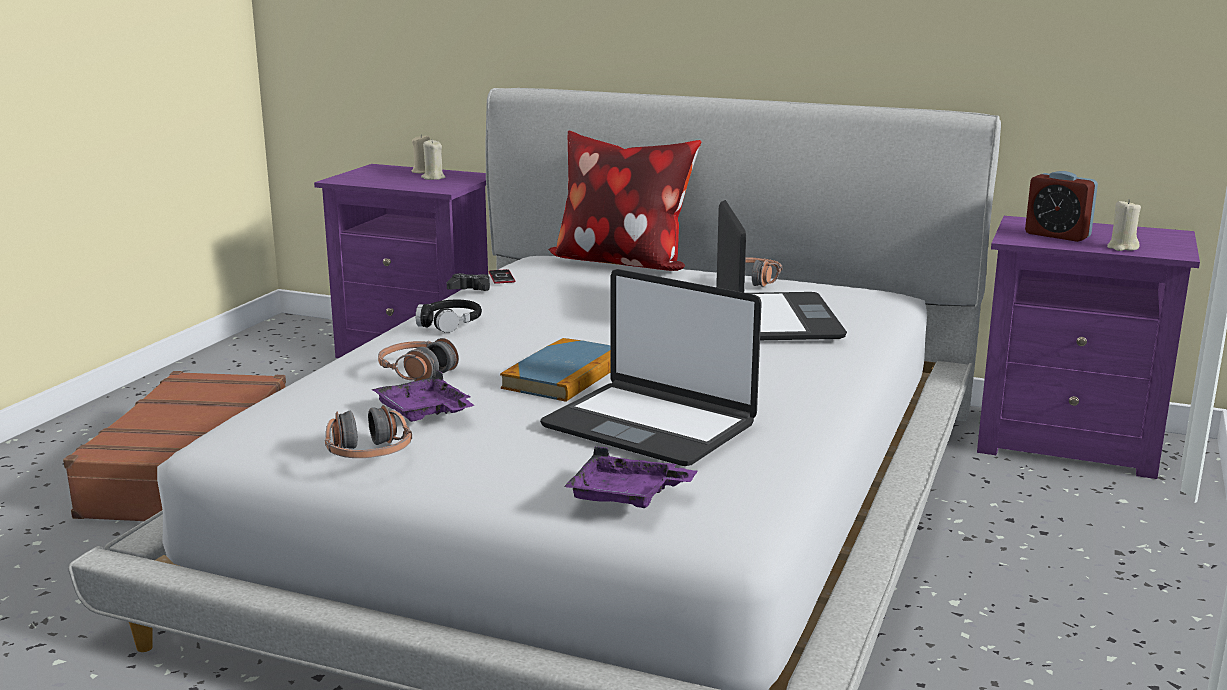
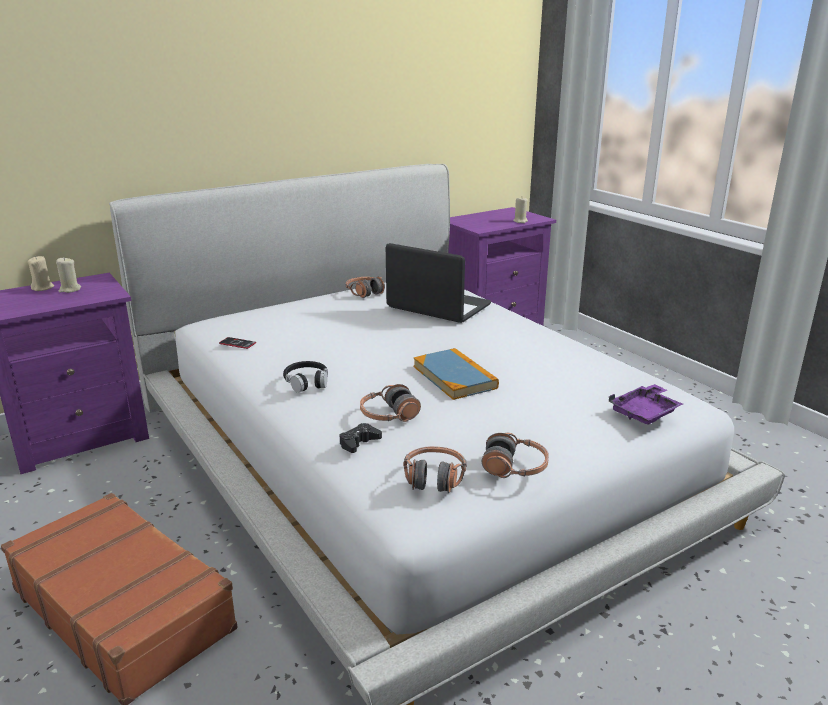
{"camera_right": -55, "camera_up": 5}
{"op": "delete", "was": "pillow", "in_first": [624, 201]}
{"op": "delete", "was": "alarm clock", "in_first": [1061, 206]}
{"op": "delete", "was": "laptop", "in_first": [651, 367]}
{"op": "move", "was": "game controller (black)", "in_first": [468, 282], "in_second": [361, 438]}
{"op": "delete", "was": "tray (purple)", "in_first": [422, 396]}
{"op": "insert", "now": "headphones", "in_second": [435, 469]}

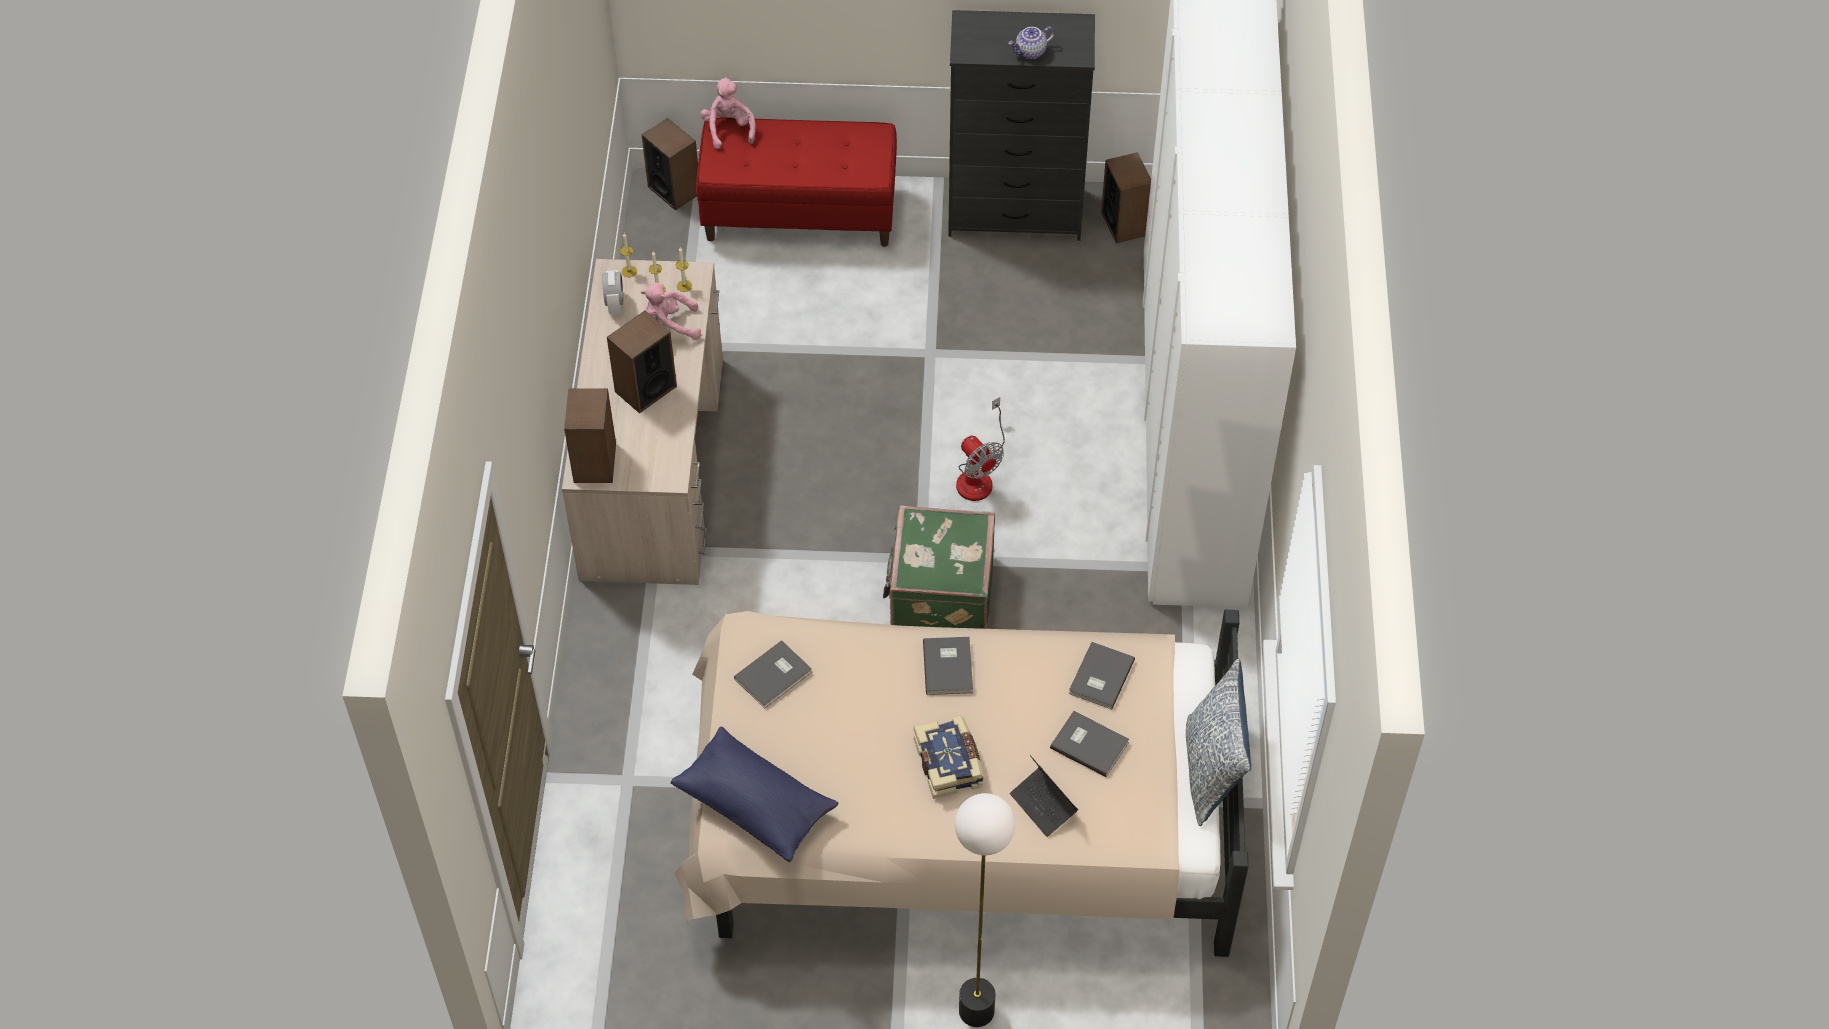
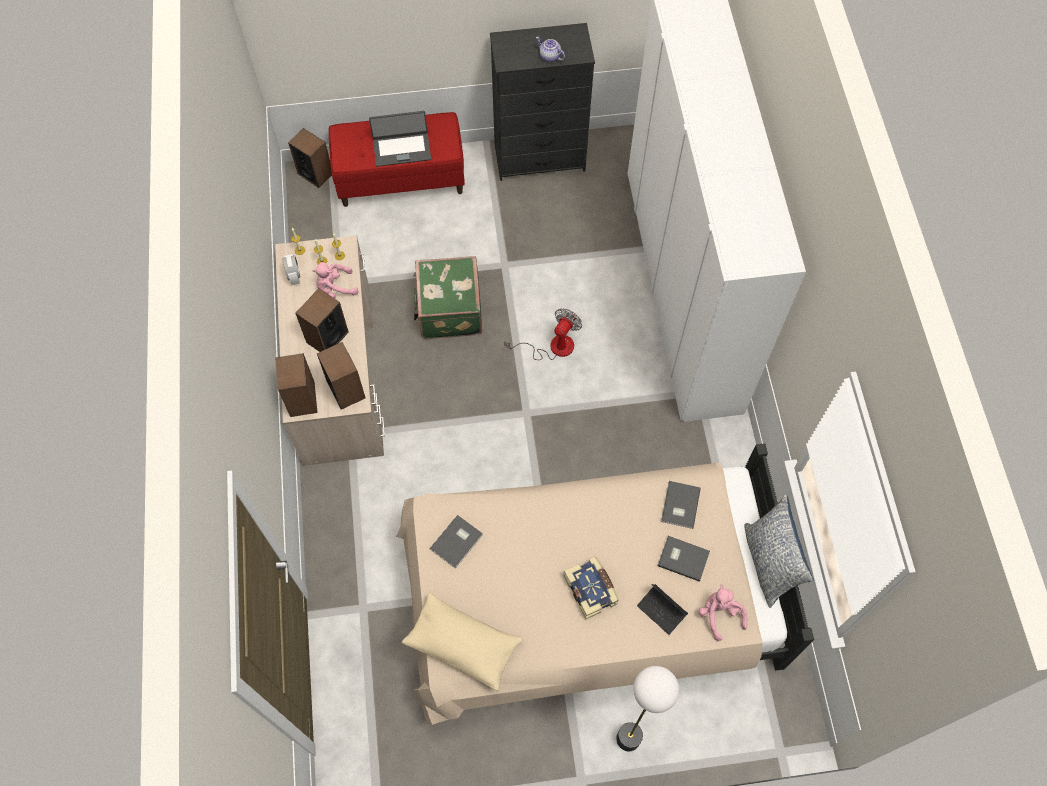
{"camera_right": -10, "camera_up": 10}
{"op": "rotate", "was": "teapot", "in_first": [1031, 42], "in_second": [550, 49], "clockwise": 75}
{"op": "move", "was": "plush toy (pink)", "in_first": [728, 113], "in_second": [722, 613]}
{"op": "move", "was": "speaker", "in_first": [1126, 197], "in_second": [341, 376]}
{"op": "rotate", "was": "fan", "in_first": [980, 449], "in_second": [543, 334], "clockwise": -105}
{"op": "move", "was": "suitcase (green)", "in_first": [939, 567], "in_second": [447, 297]}
{"op": "delete", "was": "book (grey)", "in_first": [948, 666]}
{"op": "recolor", "was": "pillow (blue)", "now": "pillow (beige)", "in_first": [754, 794], "in_second": [462, 641]}
{"op": "insert", "now": "laptop", "in_second": [400, 139]}

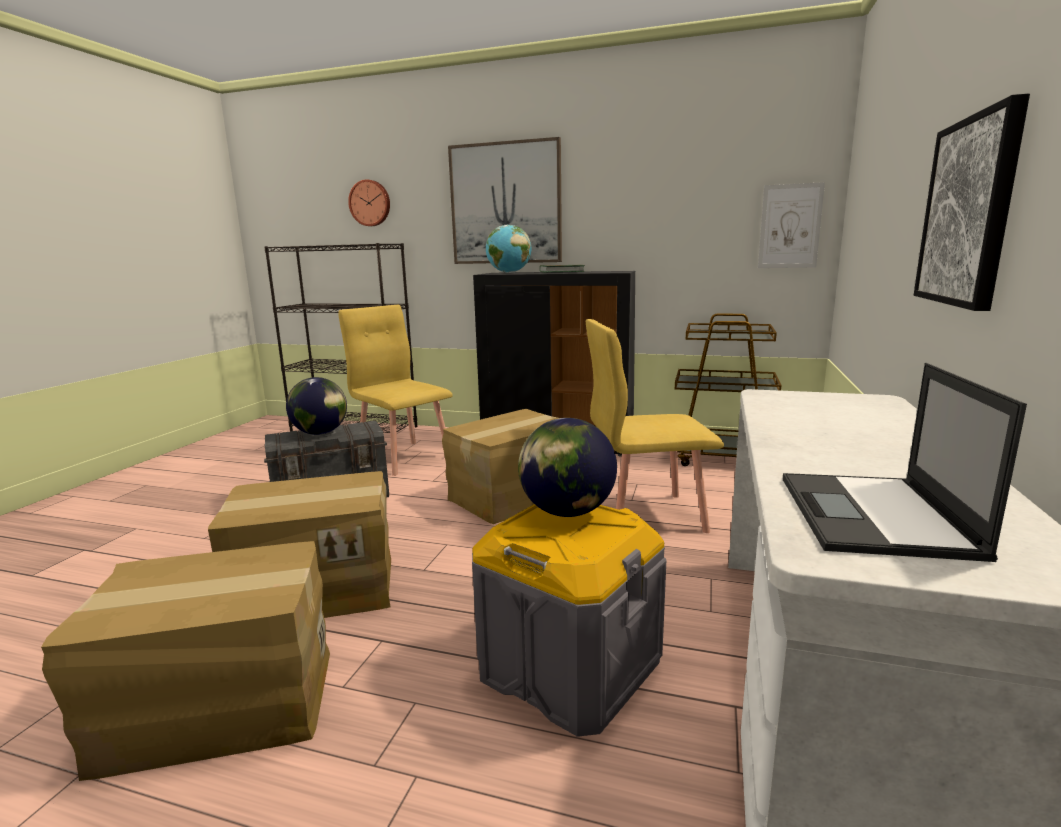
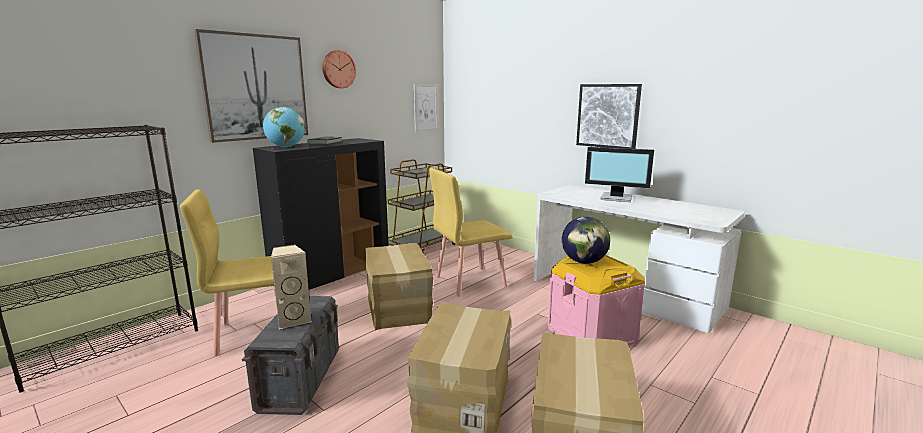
{"camera_right": -65, "camera_up": 0}
{"op": "move", "was": "wall clock", "in_first": [369, 202], "in_second": [339, 69]}
{"op": "rotate", "was": "chair (yellow)", "in_first": [655, 426], "in_second": [471, 232], "clockwise": 45}
{"op": "delete", "was": "laptop", "in_first": [905, 462]}
{"op": "replace", "was": "globe", "now": "speaker (beige)", "in_first": [316, 406], "in_second": [291, 286]}
{"op": "recolor", "was": "storage box (grey)", "now": "storage box (pink)", "in_first": [569, 620], "in_second": [596, 300]}
{"op": "insert", "now": "monitor", "in_second": [619, 174]}

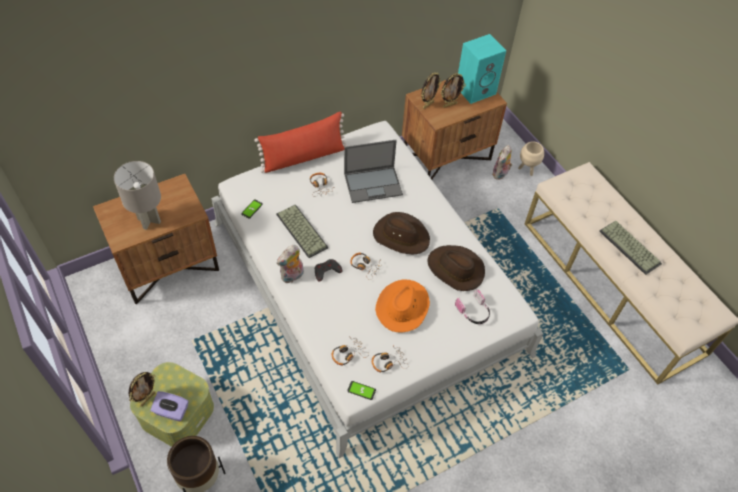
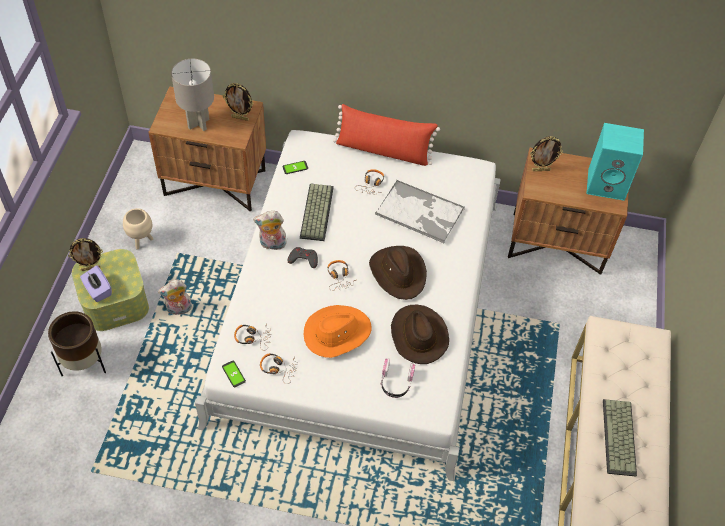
{"camera_right": 40, "camera_up": 0}
{"op": "move", "was": "picture frame", "in_first": [453, 90], "in_second": [238, 102]}
{"op": "replace", "was": "laptop", "now": "tray", "in_first": [373, 171], "in_second": [420, 211]}
{"op": "move", "was": "planter (beige)", "in_first": [531, 158], "in_second": [138, 228]}
{"op": "move", "was": "plush toy", "in_first": [502, 162], "in_second": [175, 297]}

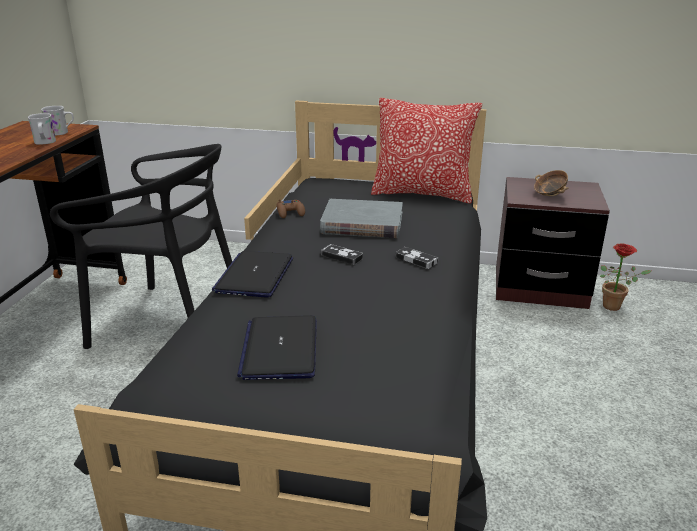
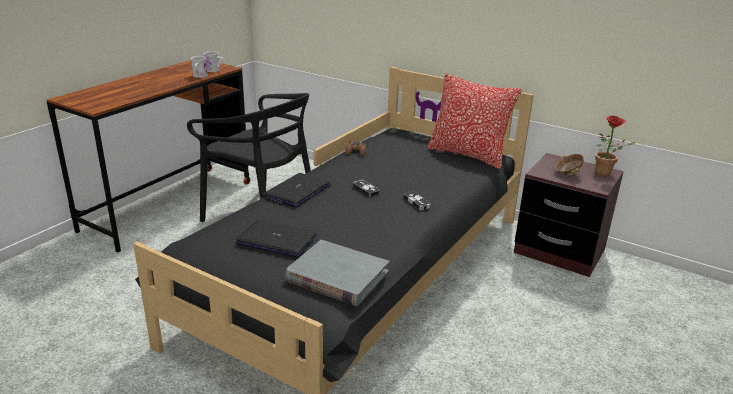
{"camera_right": 20, "camera_up": 0}
{"op": "move", "was": "book (grey)", "in_first": [361, 218], "in_second": [337, 273]}
{"op": "move", "was": "potted plant", "in_first": [625, 277], "in_second": [615, 146]}
{"op": "rotate", "was": "laptop", "in_first": [277, 347], "in_second": [276, 238], "clockwise": 90}

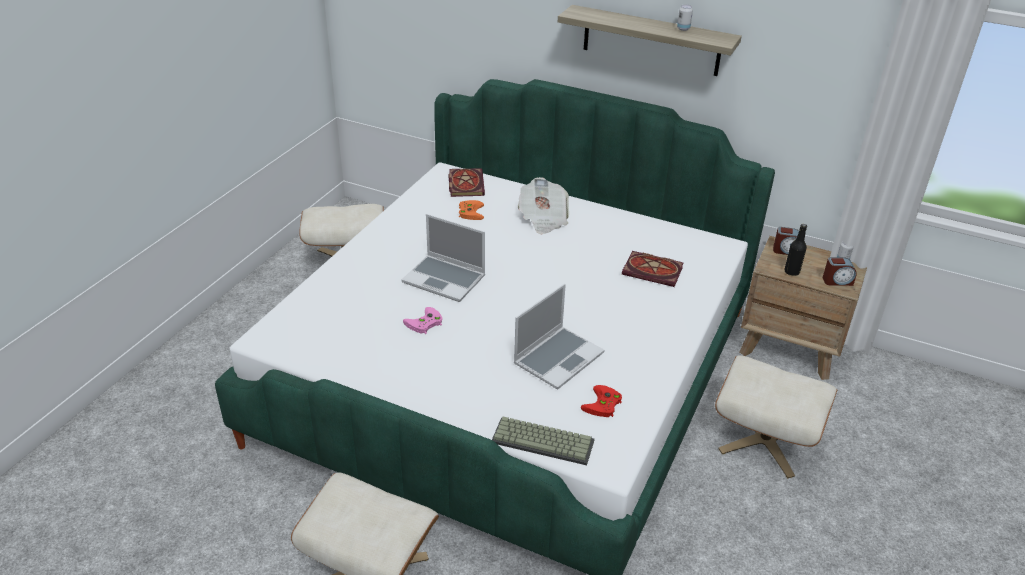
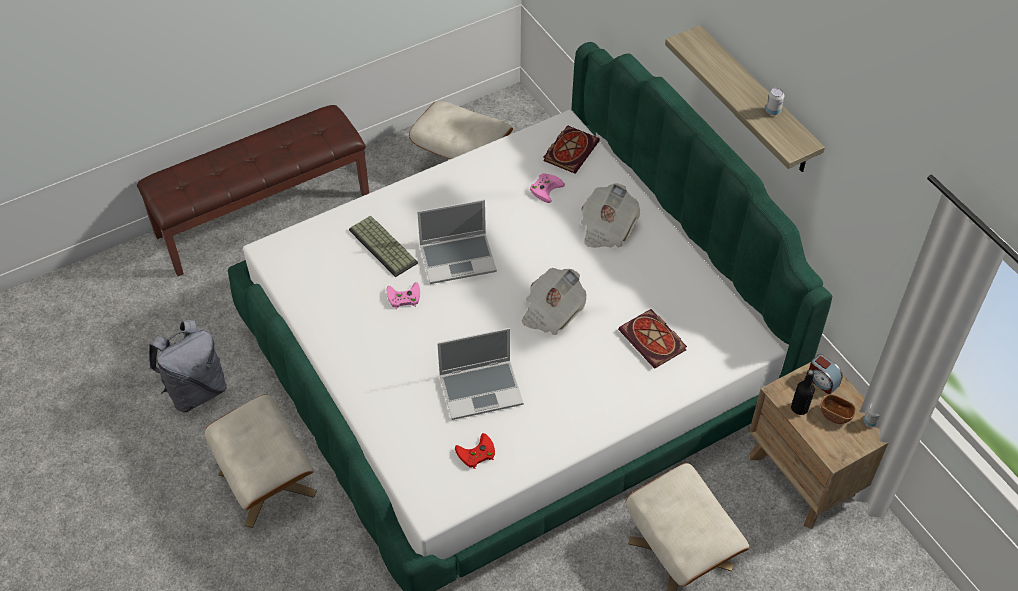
{"camera_right": 35, "camera_up": 15}
{"op": "recolor", "was": "game controller (orange)", "now": "game controller (pink)", "in_first": [471, 210], "in_second": [547, 188]}
{"op": "rotate", "was": "laptop", "in_first": [443, 258], "in_second": [457, 241], "clockwise": -75}
{"op": "delete", "was": "alarm clock", "in_first": [840, 271]}
{"op": "move", "was": "keyboard", "in_first": [543, 441], "in_second": [383, 246]}
{"op": "insert", "now": "bench (brown)", "in_second": [253, 190]}
{"op": "insert", "now": "newspaper", "in_second": [554, 301]}
{"op": "insert", "now": "backpack (grey)", "in_second": [188, 366]}
{"op": "insert", "now": "bowl (brown)", "in_second": [838, 409]}

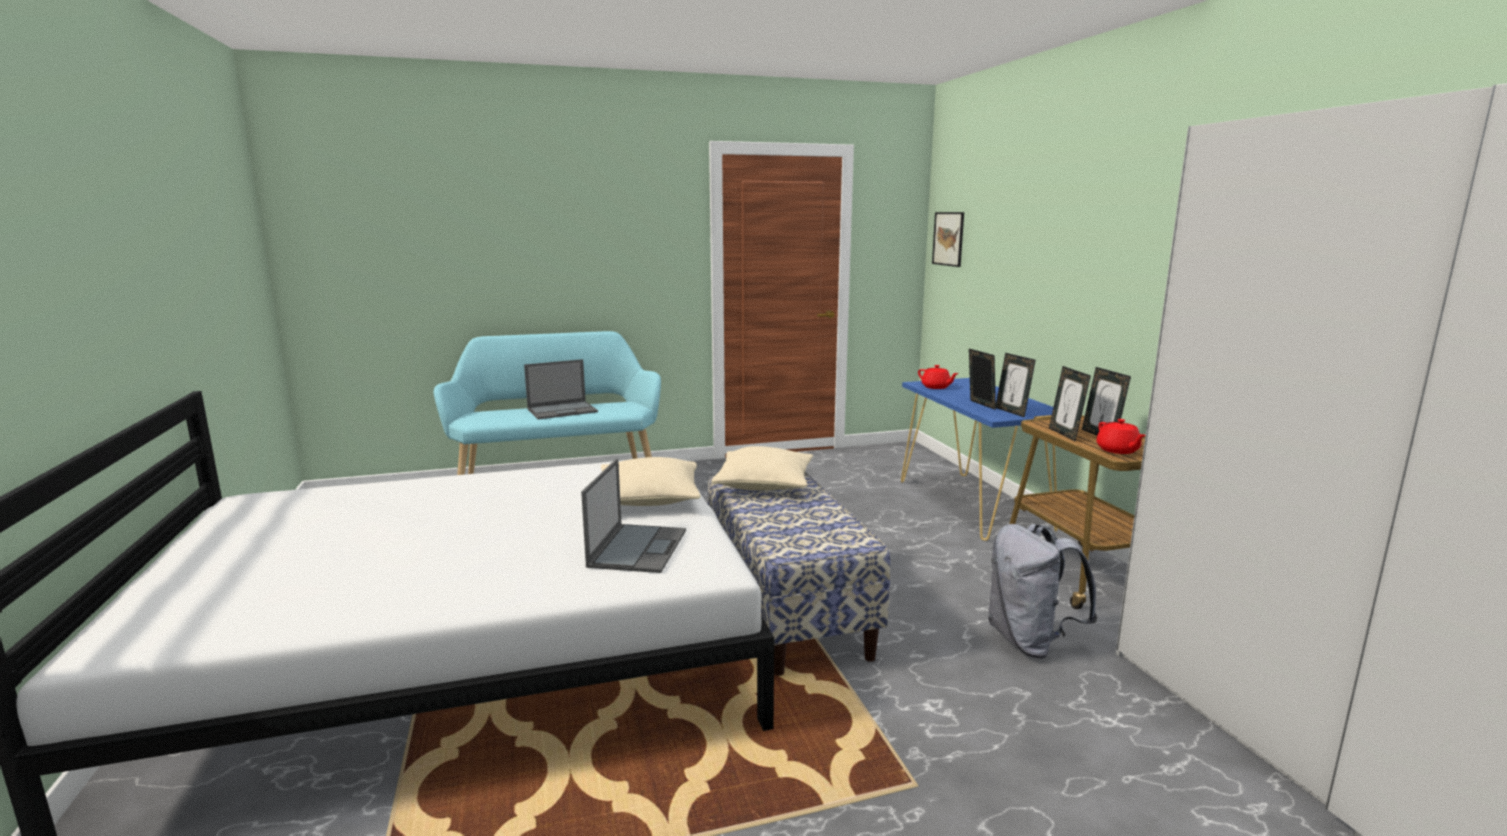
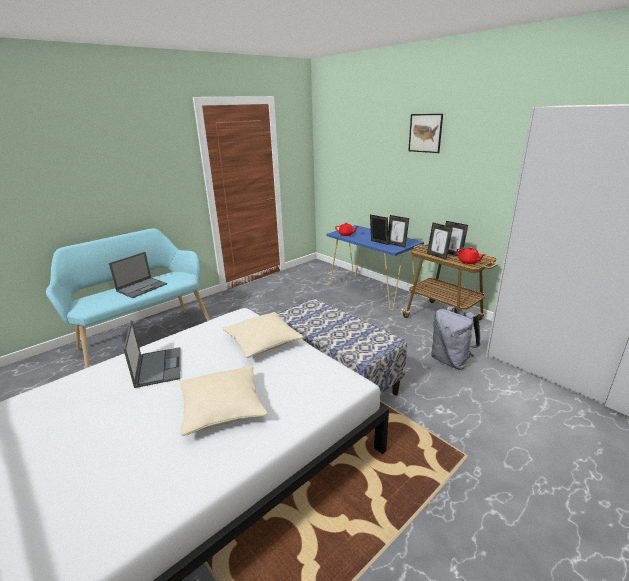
{"camera_right": -25, "camera_up": 10}
{"op": "move", "was": "picture", "in_first": [948, 239], "in_second": [425, 133]}
{"op": "move", "was": "pillow (beige)", "in_first": [762, 468], "in_second": [224, 400]}
{"op": "move", "was": "laptop", "in_first": [633, 516], "in_second": [152, 354]}

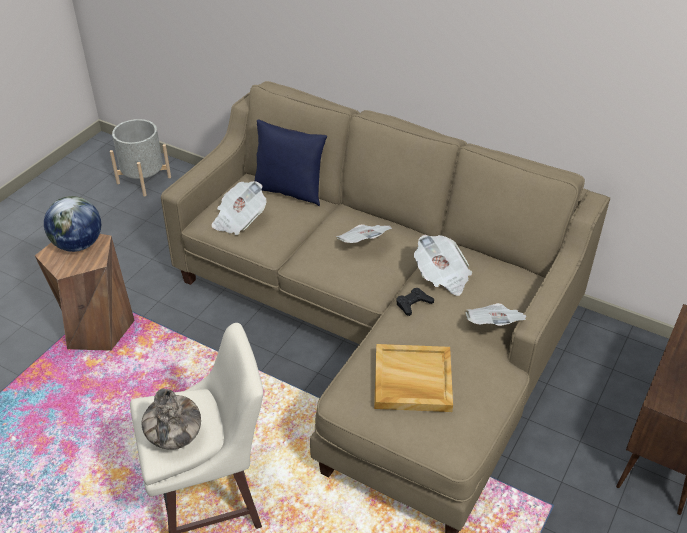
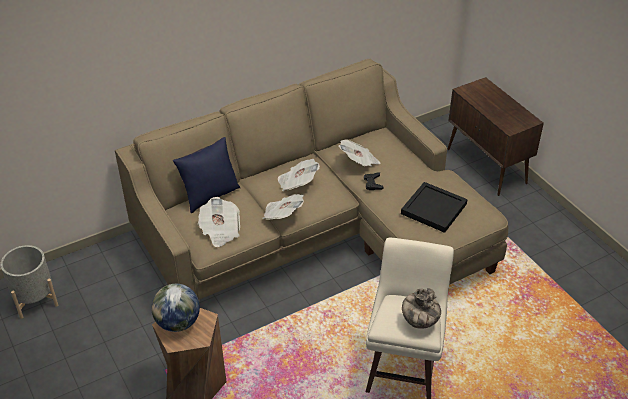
{"camera_right": -60, "camera_up": 0}
{"op": "move", "was": "newspaper", "in_first": [496, 314], "in_second": [283, 207]}
{"op": "recolor", "was": "tray (beige)", "now": "tray (black)", "in_first": [413, 378], "in_second": [434, 207]}

